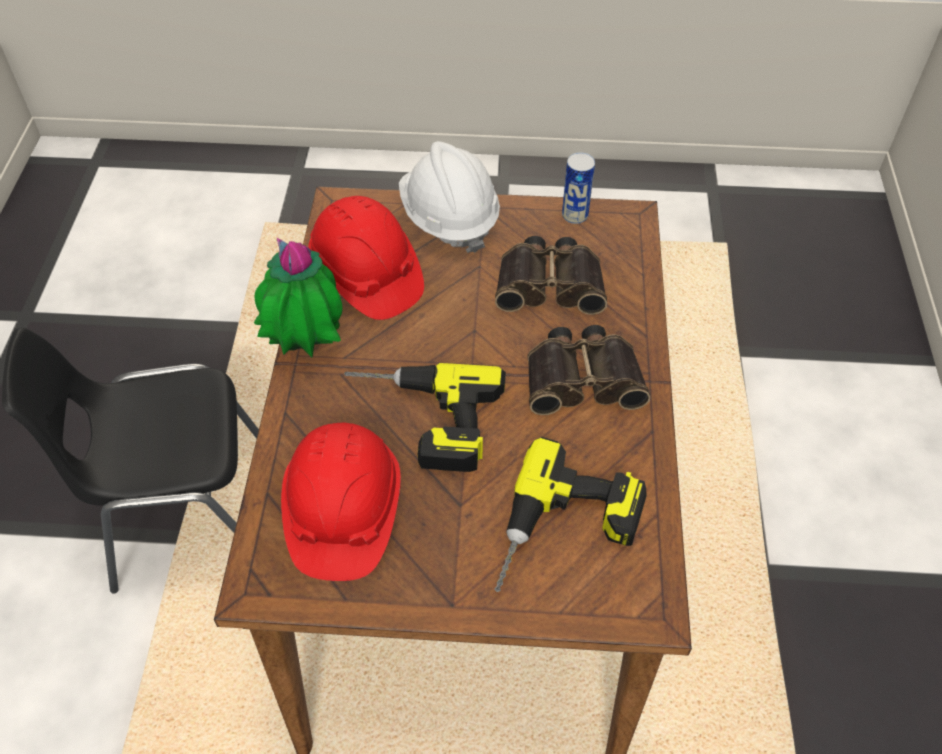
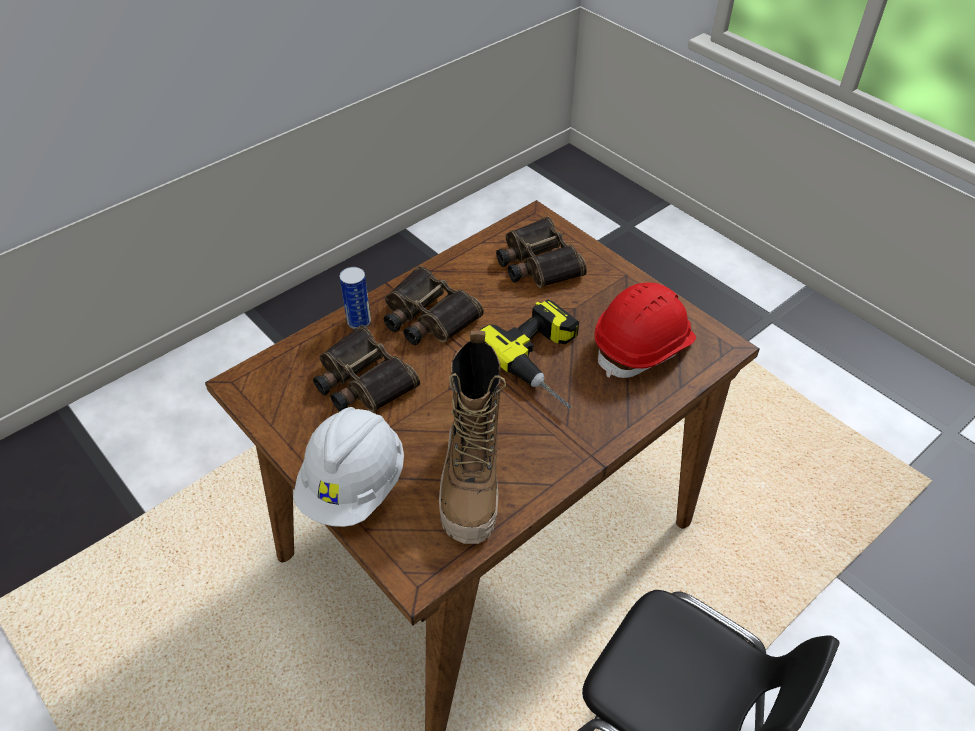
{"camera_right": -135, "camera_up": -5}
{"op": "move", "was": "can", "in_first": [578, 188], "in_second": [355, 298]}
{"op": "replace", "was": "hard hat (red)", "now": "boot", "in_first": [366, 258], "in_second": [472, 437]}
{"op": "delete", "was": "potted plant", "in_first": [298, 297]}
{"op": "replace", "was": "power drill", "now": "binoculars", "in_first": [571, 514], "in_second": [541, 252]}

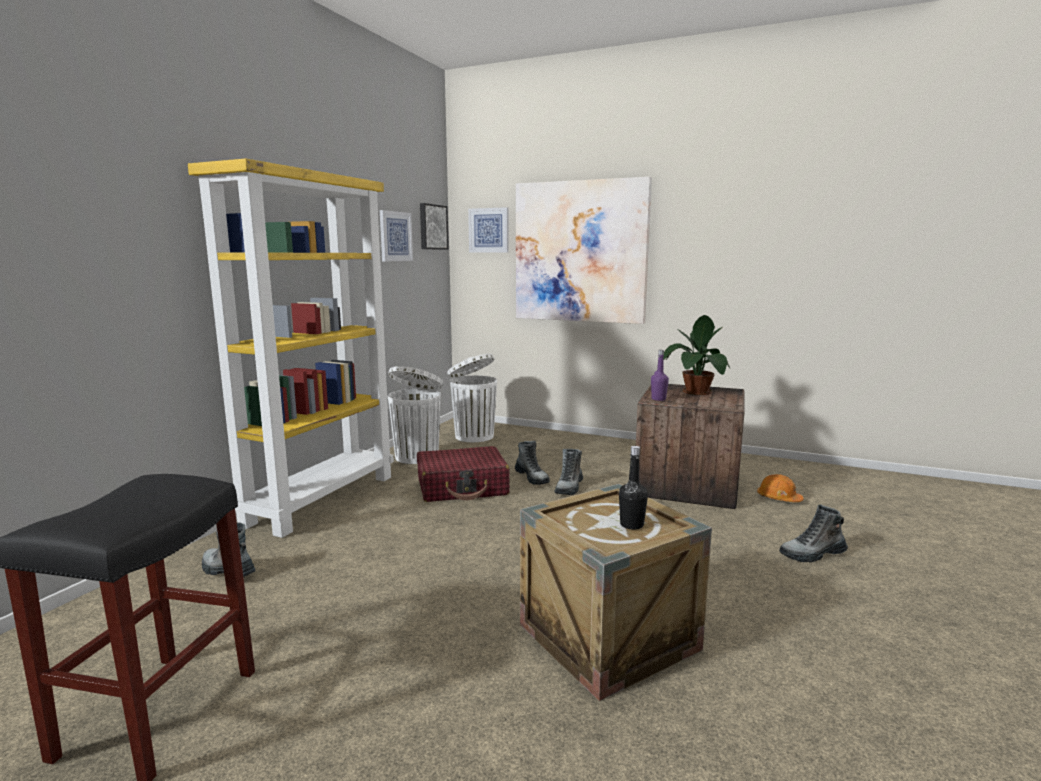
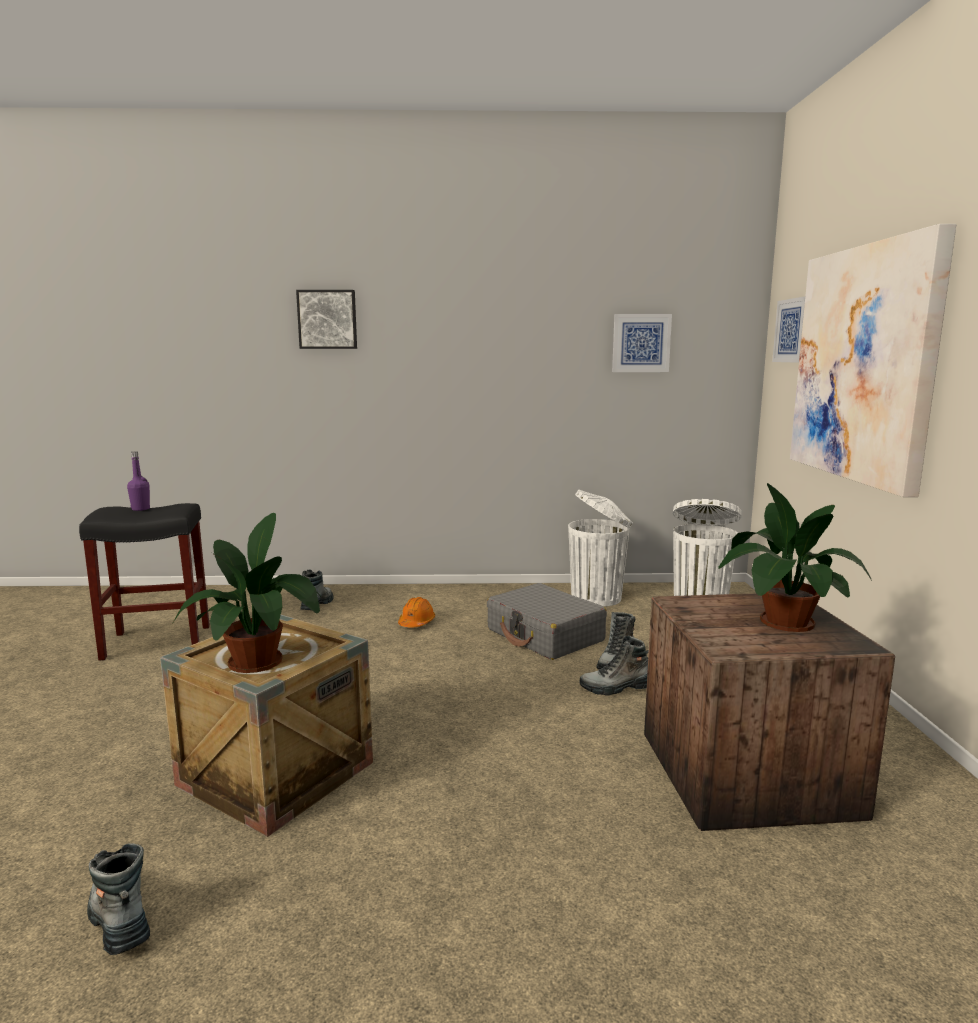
{"camera_right": 65, "camera_up": 0}
{"op": "delete", "was": "bookcase (yellow)", "in_first": [291, 348]}
{"op": "move", "was": "picture", "in_first": [434, 226], "in_second": [326, 319]}
{"op": "move", "was": "bottle (purple)", "in_first": [660, 375], "in_second": [138, 481]}
{"op": "recolor", "was": "suitcase (red)", "now": "suitcase (grey)", "in_first": [463, 474], "in_second": [547, 621]}
{"op": "replace", "was": "bottle (black)", "now": "potted plant", "in_first": [633, 488], "in_second": [246, 593]}
{"op": "move", "was": "hard hat (orange)", "in_first": [780, 488], "in_second": [416, 612]}
{"op": "move", "was": "boot", "in_first": [813, 533], "in_second": [118, 899]}

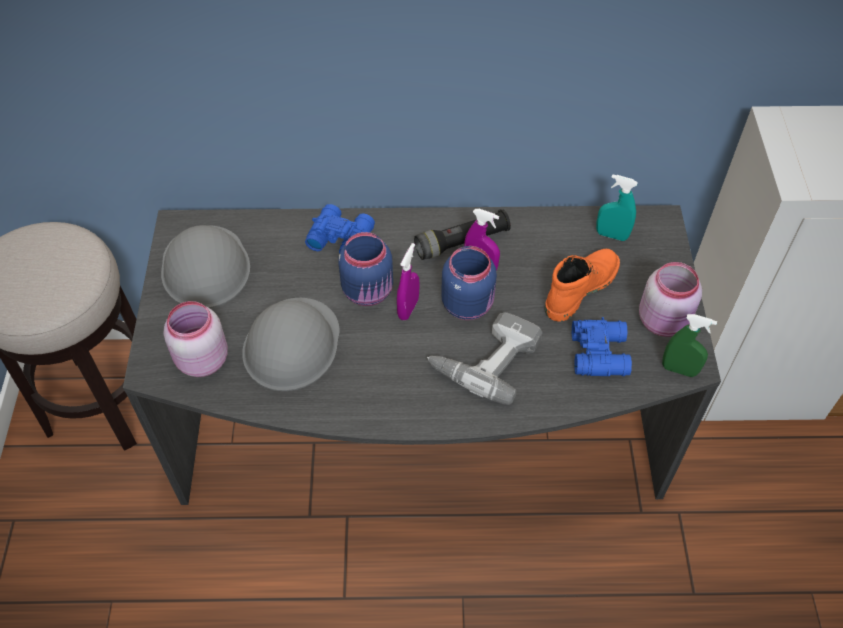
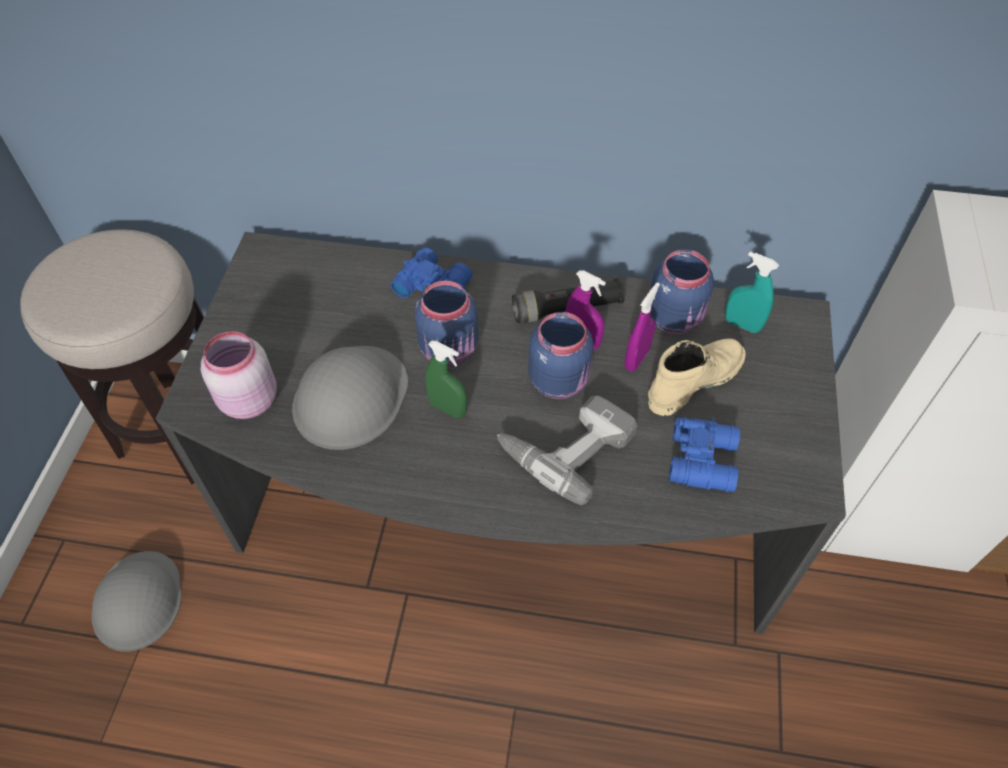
{"camera_right": 10, "camera_up": 0}
{"op": "move", "was": "hard hat (grey)", "in_first": [206, 266], "in_second": [136, 601]}
{"op": "move", "was": "spray bottle (purple)", "in_first": [408, 281], "in_second": [642, 326]}
{"op": "recolor", "was": "boot (orange)", "now": "boot (beige)", "in_first": [582, 285], "in_second": [696, 377]}
{"op": "delete", "was": "jar (pink)", "in_first": [670, 299]}
{"op": "move", "was": "spray bottle (green)", "in_first": [689, 345], "in_second": [446, 379]}
{"op": "insert", "now": "jar (blue)", "in_second": [682, 291]}

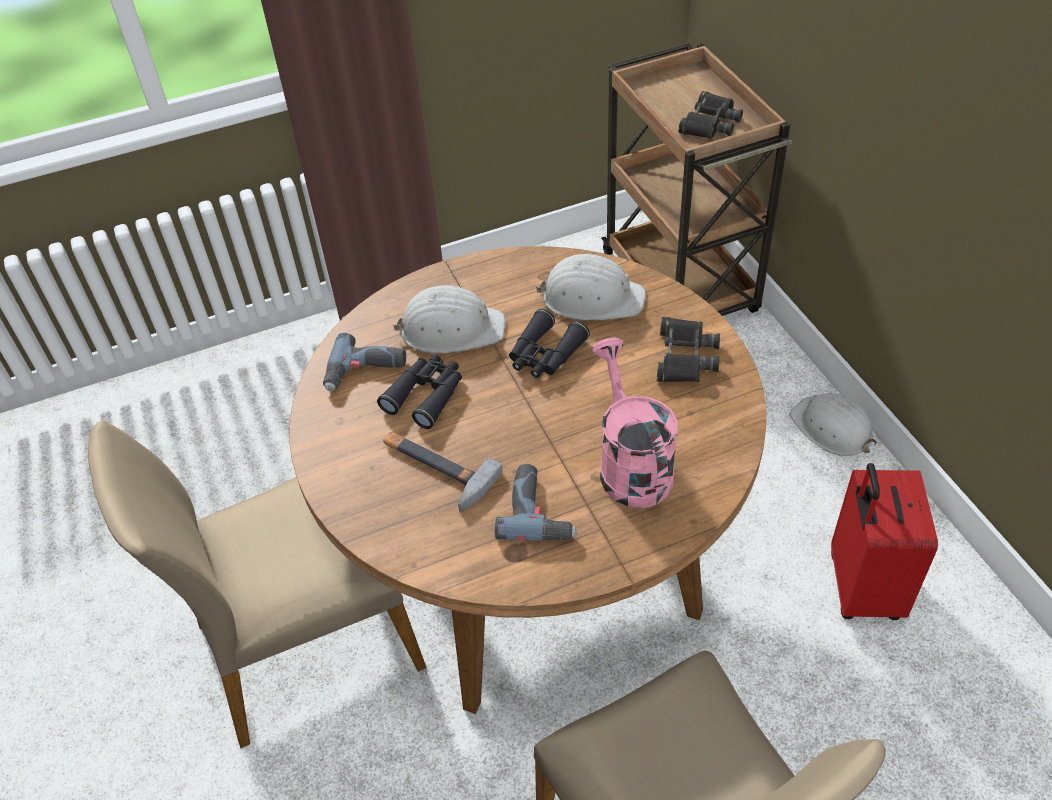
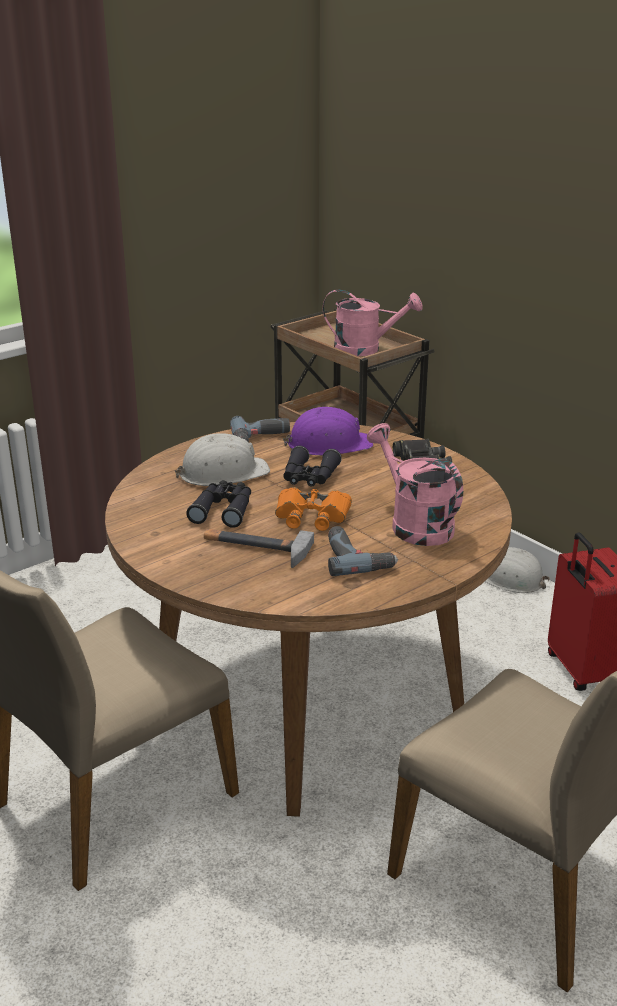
{"camera_right": -20, "camera_up": -20}
{"op": "replace", "was": "binoculars (black)", "now": "watering can (pink)", "in_first": [710, 115], "in_second": [372, 322]}
{"op": "recolor", "was": "hard hat (white)", "now": "hard hat (purple)", "in_first": [590, 287], "in_second": [328, 431]}
{"op": "move", "was": "power drill", "in_first": [364, 362], "in_second": [260, 429]}
{"op": "insert", "now": "binoculars (orange)", "in_second": [313, 509]}

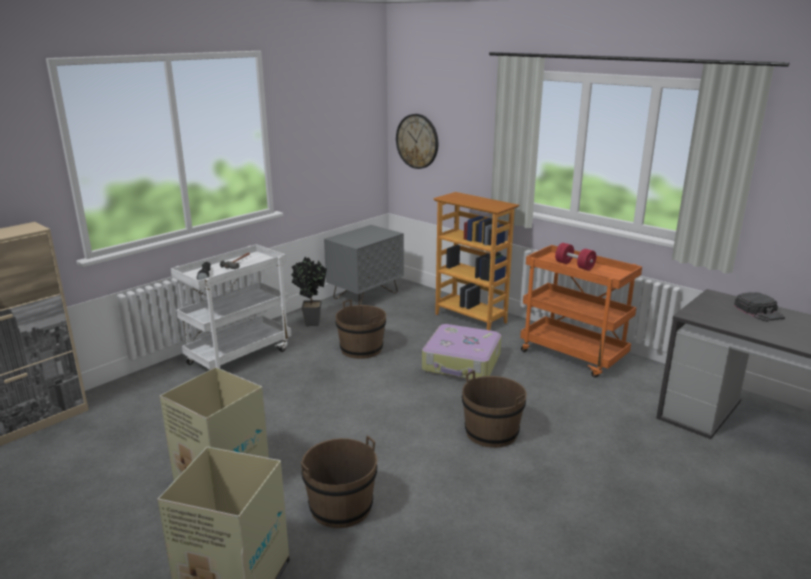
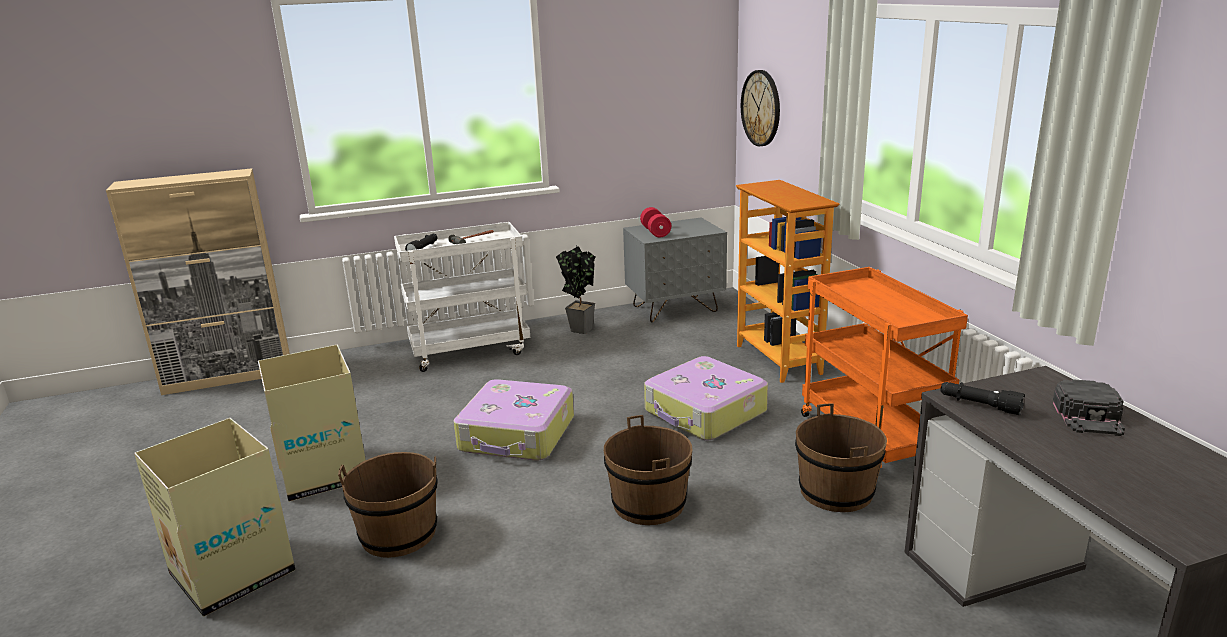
{"camera_right": 30, "camera_up": 0}
{"op": "move", "was": "dumbbell (red)", "in_first": [575, 256], "in_second": [655, 222]}
{"op": "move", "was": "bucket (brown)", "in_first": [360, 329], "in_second": [841, 457]}
{"op": "insert", "now": "suitcase", "in_second": [514, 420]}
{"op": "insert", "now": "flashlight (black)", "in_second": [982, 398]}

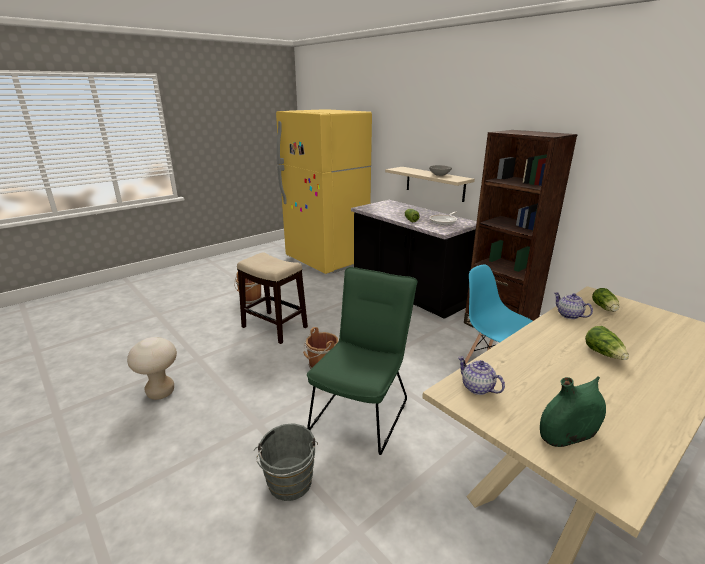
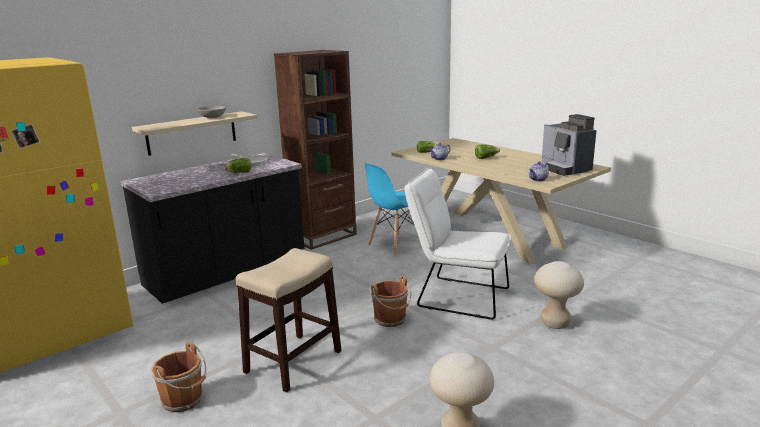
{"camera_right": -90, "camera_up": -5}
{"op": "recolor", "was": "chair (green)", "now": "chair (white)", "in_first": [362, 361], "in_second": [458, 244]}
{"op": "replace", "was": "vase (green)", "now": "coffee machine", "in_first": [573, 411], "in_second": [568, 145]}
{"op": "replace", "was": "bucket (grey)", "now": "stool (beige)", "in_first": [285, 462], "in_second": [559, 295]}

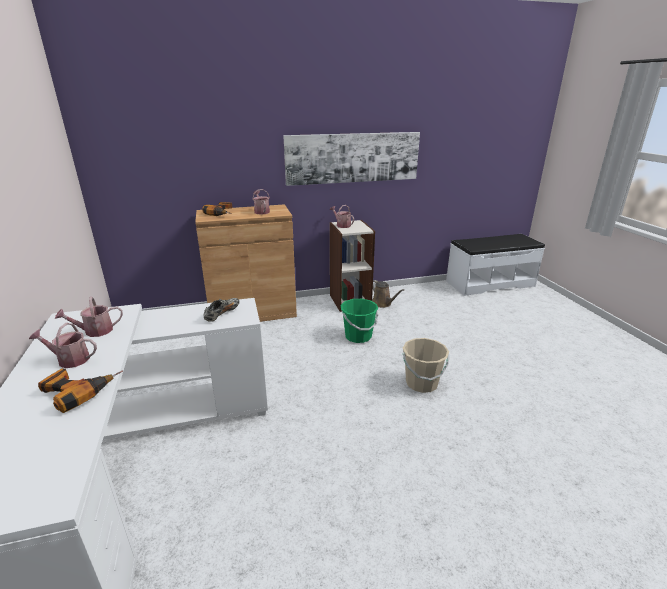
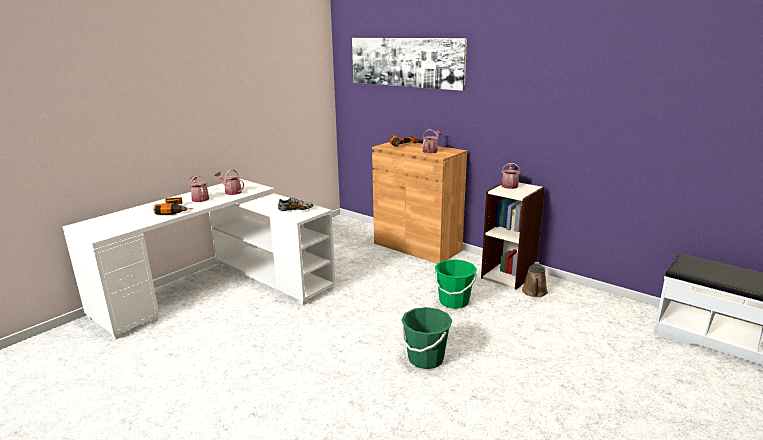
{"camera_right": 55, "camera_up": -5}
{"op": "move", "was": "picture", "in_first": [351, 159], "in_second": [409, 64]}
{"op": "recolor", "was": "bucket (beige)", "now": "bucket (green)", "in_first": [426, 365], "in_second": [426, 338]}

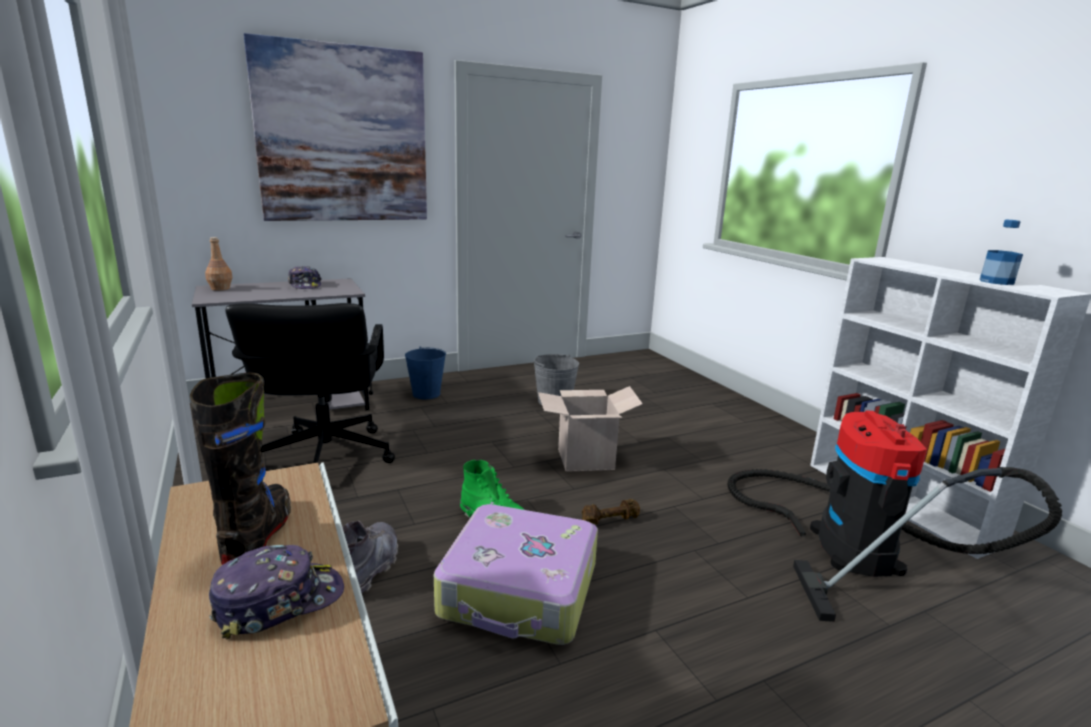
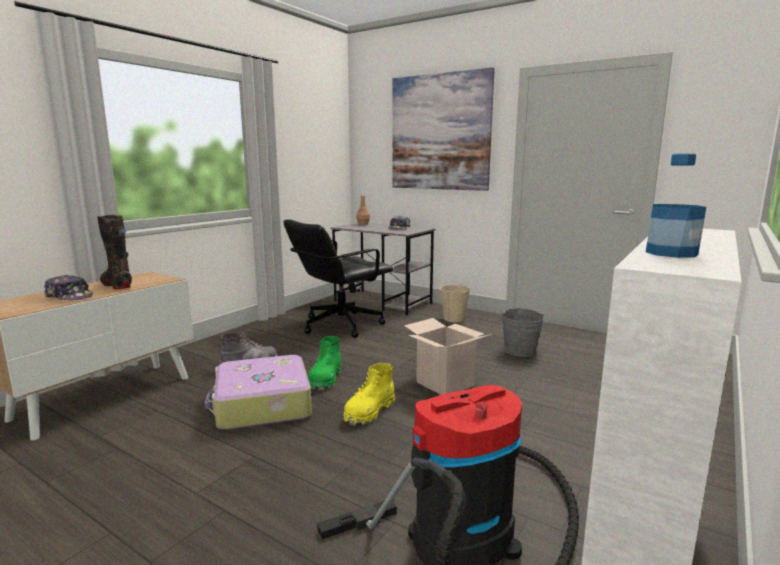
{"camera_right": 60, "camera_up": -5}
{"op": "recolor", "was": "bucket (blue)", "now": "bucket (beige)", "in_first": [425, 373], "in_second": [455, 303]}
{"op": "rotate", "was": "boot (black)", "in_first": [240, 469], "in_second": [114, 252], "clockwise": -105}
{"op": "replace", "was": "dumbbell (brown)", "now": "boot (yellow)", "in_first": [611, 511], "in_second": [369, 394]}

